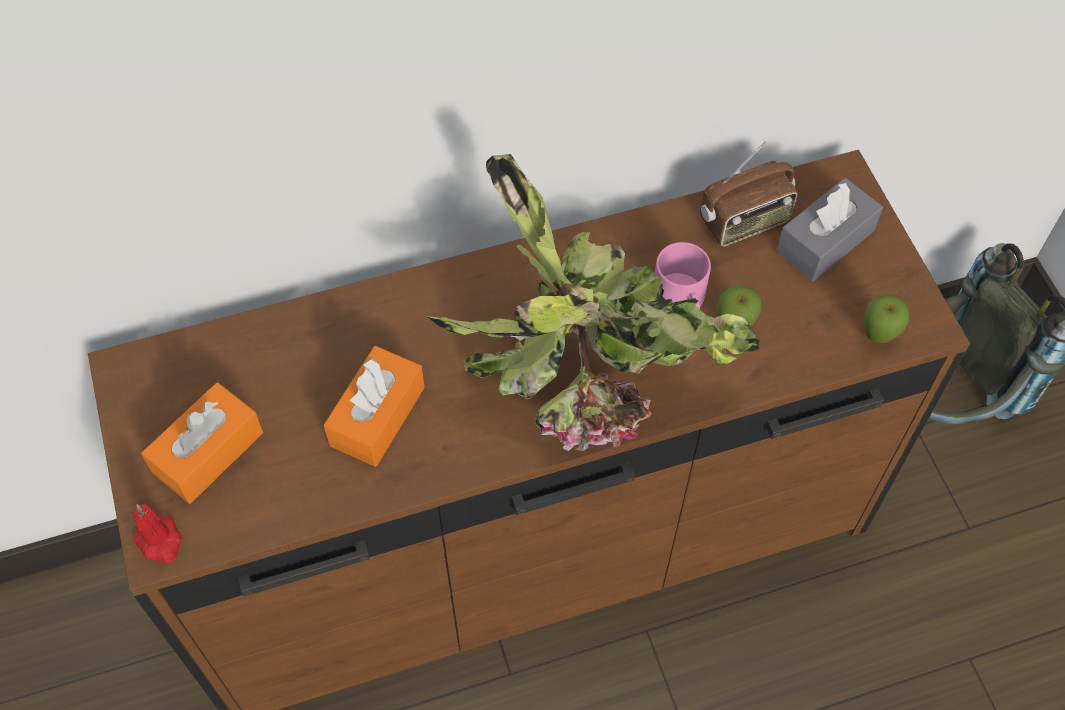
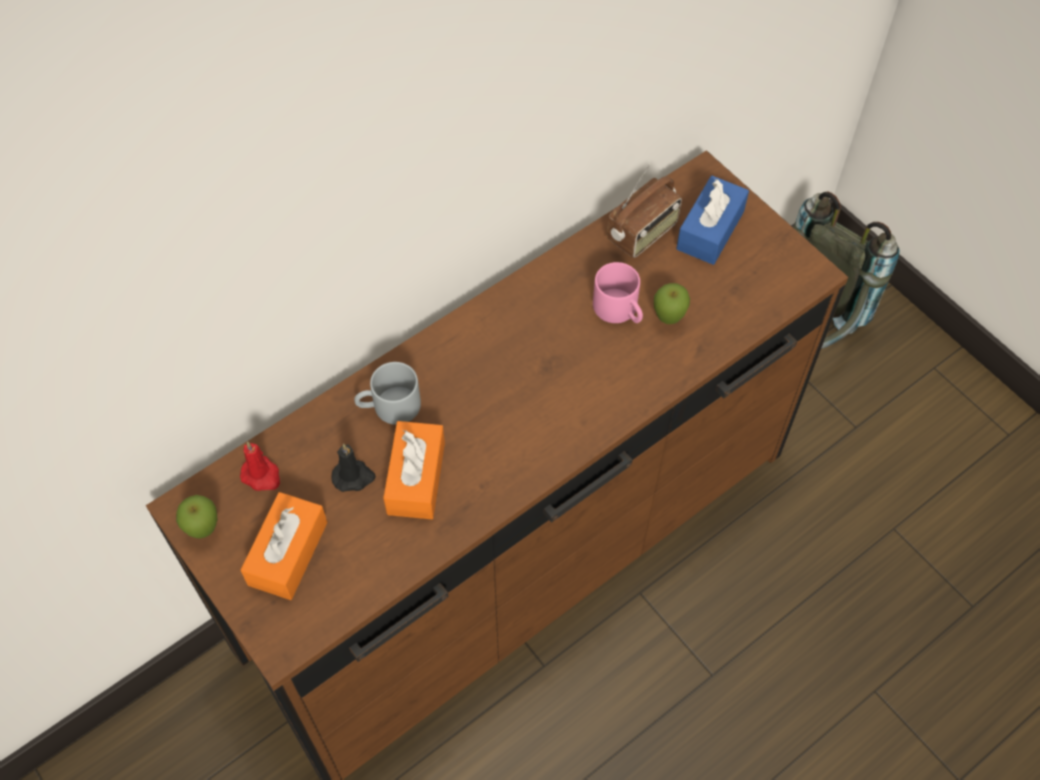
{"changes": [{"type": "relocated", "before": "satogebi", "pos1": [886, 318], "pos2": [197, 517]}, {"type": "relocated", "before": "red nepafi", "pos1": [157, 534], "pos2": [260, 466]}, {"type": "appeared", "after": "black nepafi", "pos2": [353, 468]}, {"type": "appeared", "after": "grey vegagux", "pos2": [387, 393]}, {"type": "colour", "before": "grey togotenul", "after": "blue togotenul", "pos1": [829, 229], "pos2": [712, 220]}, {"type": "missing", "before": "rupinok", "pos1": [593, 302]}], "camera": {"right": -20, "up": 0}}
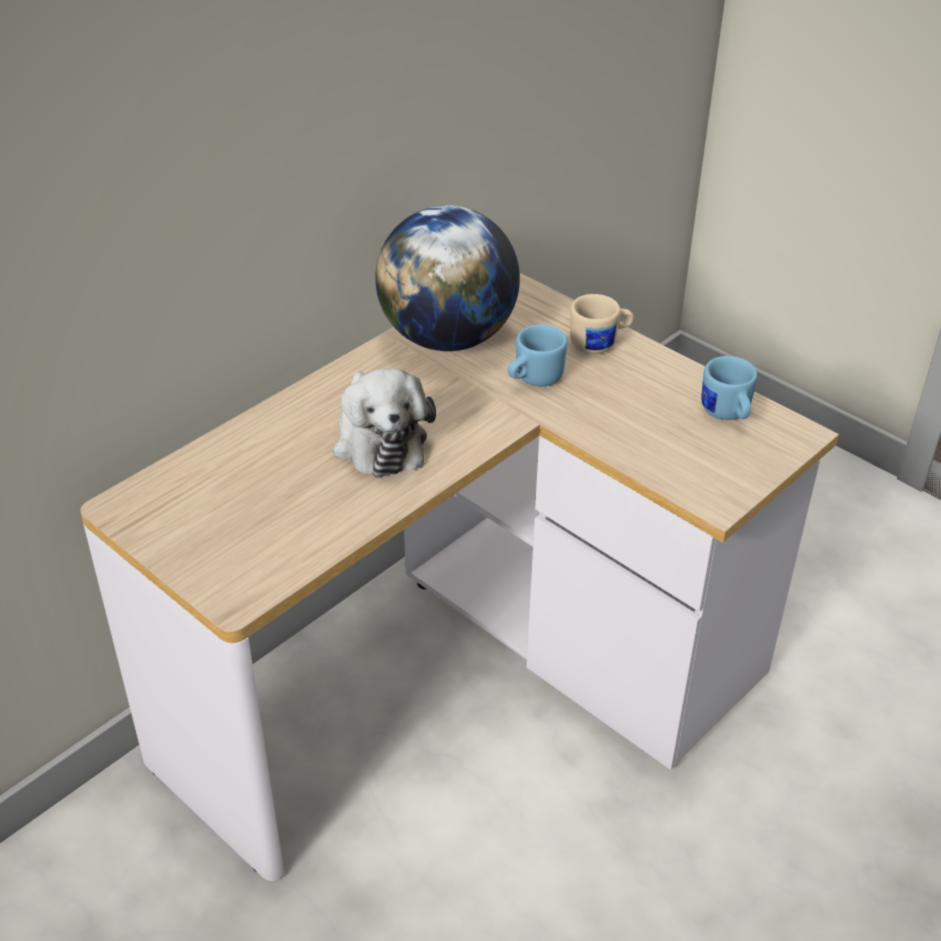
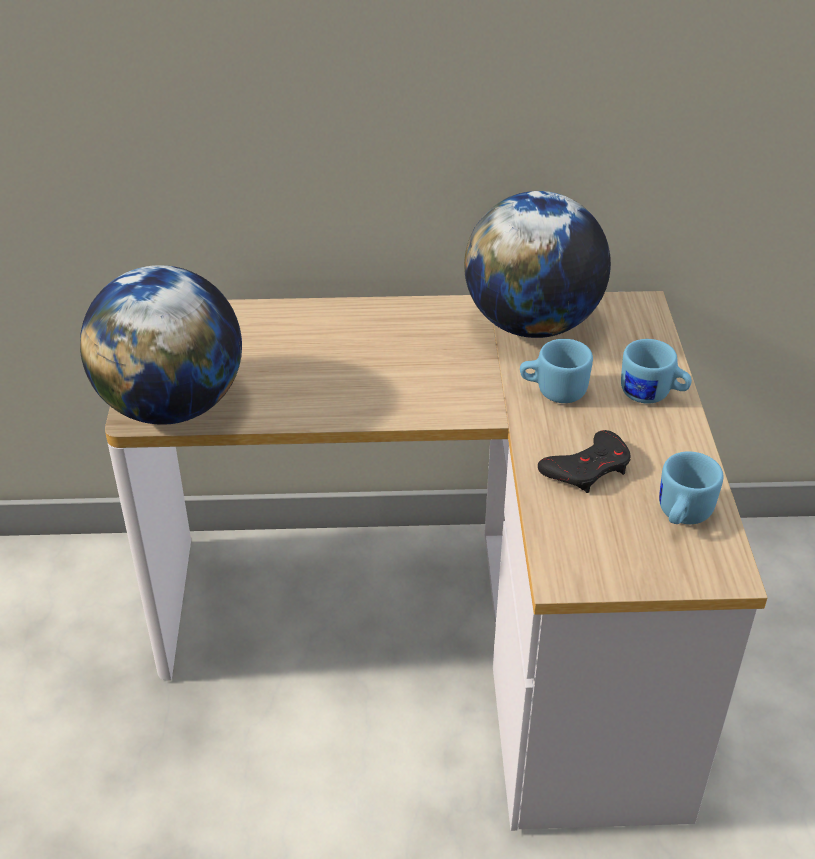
{"changes": [{"type": "appeared", "after": "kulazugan", "pos2": [161, 345]}, {"type": "appeared", "after": "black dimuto", "pos2": [584, 461]}, {"type": "colour", "before": "beige vegagux", "after": "blue vegagux", "pos1": [602, 324], "pos2": [656, 371]}, {"type": "missing", "before": "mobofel", "pos1": [384, 423]}], "camera": {"right": 45, "up": 0}}
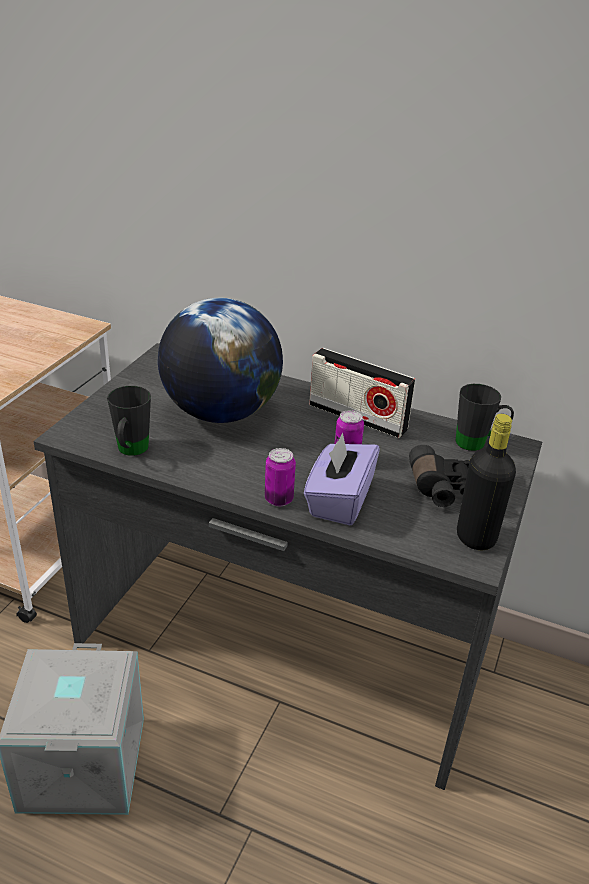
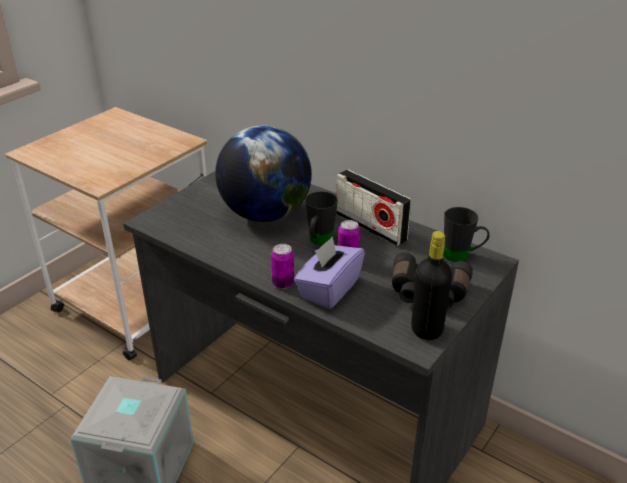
{"changes": [{"type": "relocated", "before": "black vegagux", "pos1": [129, 421], "pos2": [321, 218]}], "camera": {"right": 15, "up": 0}}
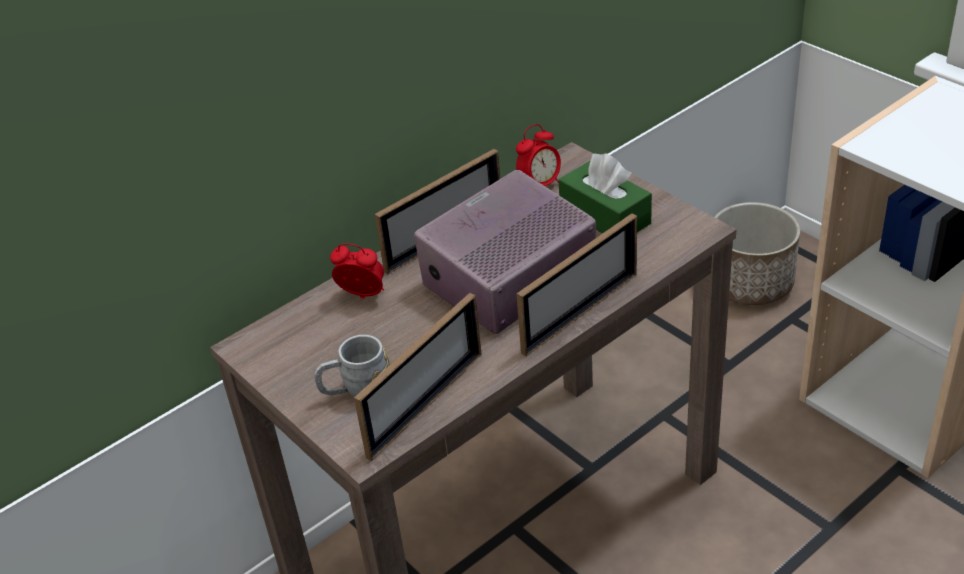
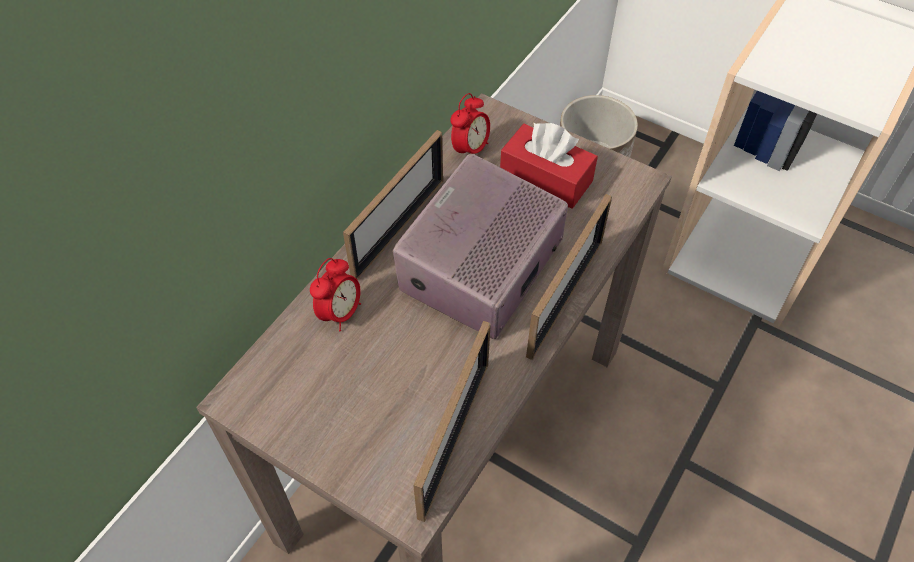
{"changes": [{"type": "spun", "before": "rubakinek", "pos1": [357, 271], "pos2": [335, 294], "turn": 120}, {"type": "colour", "before": "green togotenul", "after": "red togotenul", "pos1": [605, 193], "pos2": [549, 166]}, {"type": "missing", "before": "grey vegagux", "pos1": [352, 366]}], "camera": {"right": -20, "up": 15}}
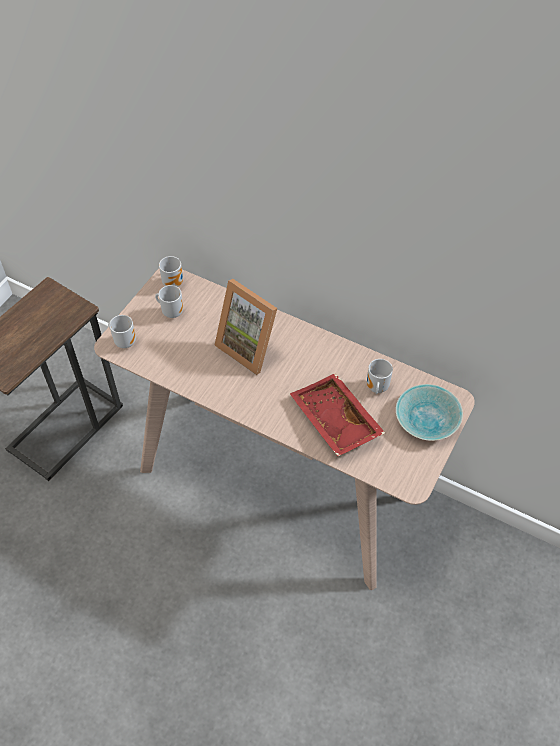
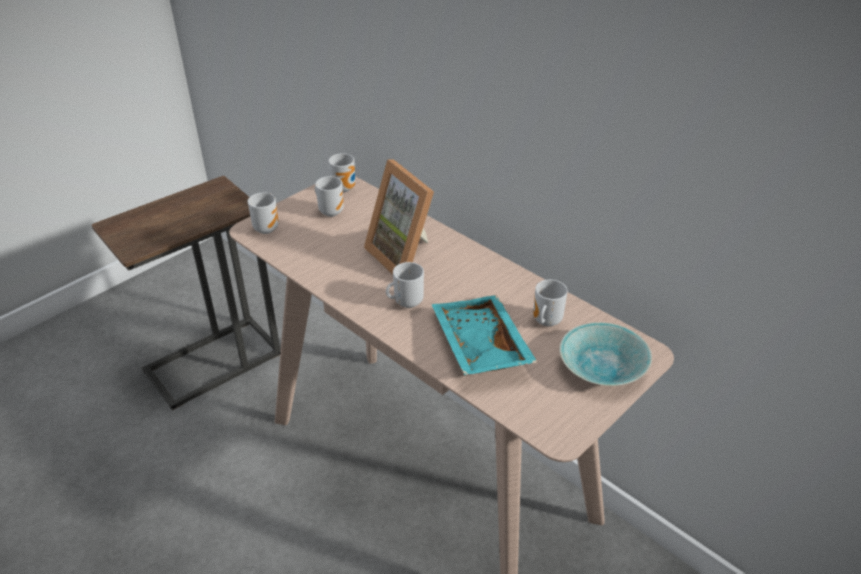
{"changes": [{"type": "appeared", "after": "vegagux", "pos2": [405, 285]}, {"type": "colour", "before": "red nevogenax", "after": "turquoise nevogenax", "pos1": [337, 414], "pos2": [484, 335]}], "camera": {"right": 15, "up": -15}}
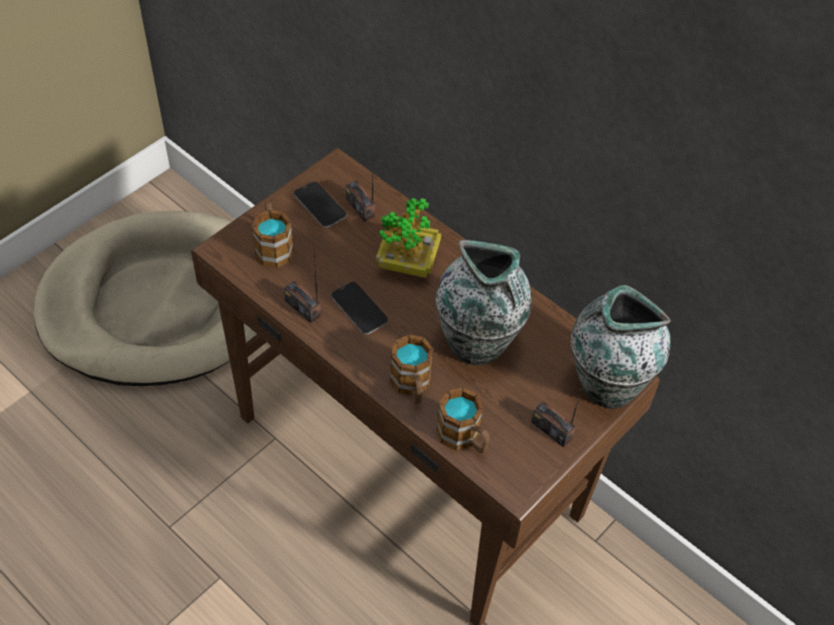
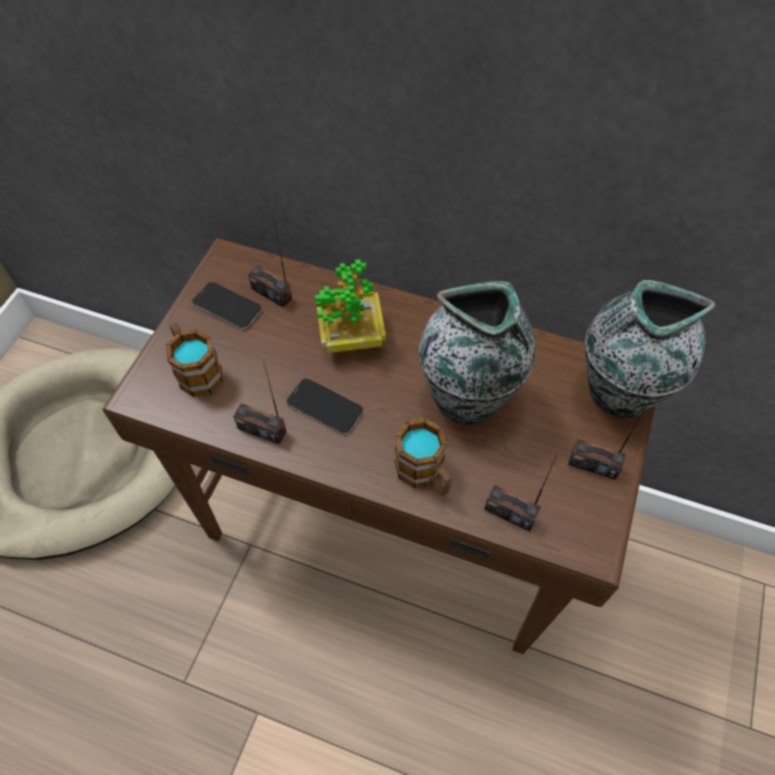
{"changes": [{"type": "exchanged", "before": "vegagux", "after": "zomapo", "pos1": [463, 420], "pos2": [520, 493]}], "camera": {"right": -20, "up": 5}}
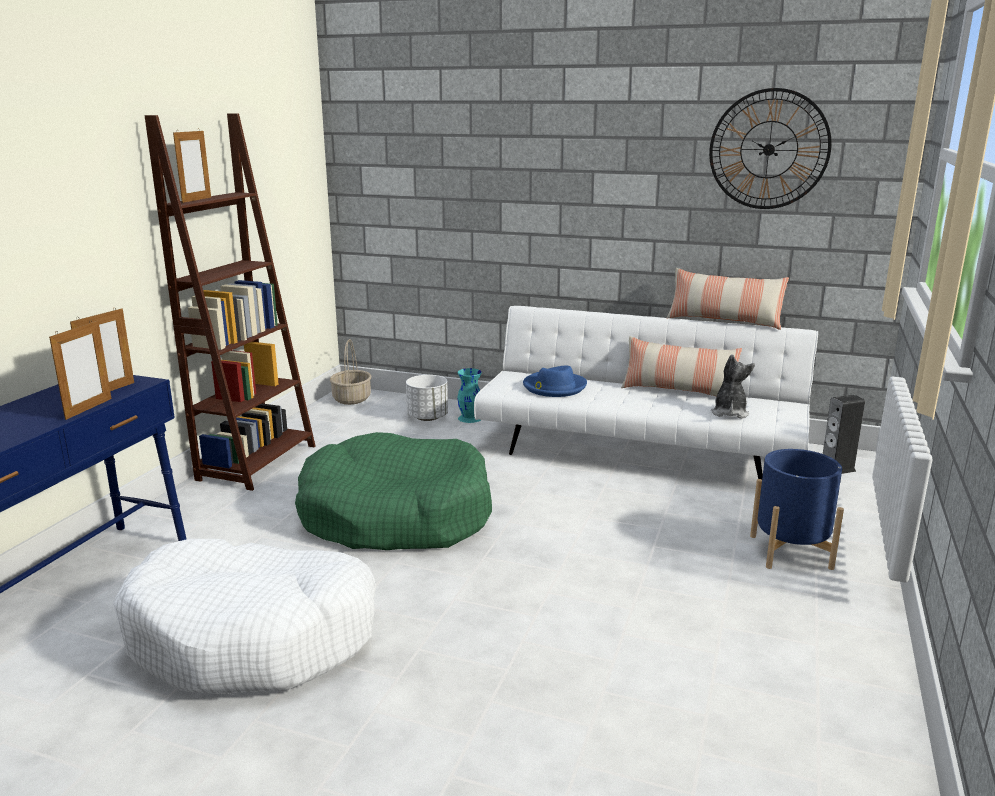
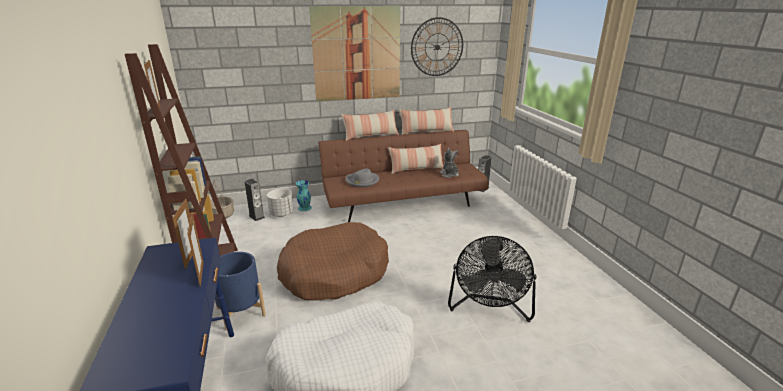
{"changes": [{"type": "relocated", "before": "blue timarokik", "pos1": [797, 509], "pos2": [240, 291]}, {"type": "appeared", "after": "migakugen", "pos2": [255, 200]}, {"type": "colour", "before": "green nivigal", "after": "brown nivigal", "pos1": [393, 491], "pos2": [333, 261]}, {"type": "appeared", "after": "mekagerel", "pos2": [354, 53]}, {"type": "colour", "before": "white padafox", "after": "brown padafox", "pos1": [646, 392], "pos2": [403, 176]}, {"type": "appeared", "after": "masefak", "pos2": [370, 125]}, {"type": "colour", "before": "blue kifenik", "after": "grey kifenik", "pos1": [555, 381], "pos2": [362, 178]}, {"type": "appeared", "after": "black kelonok", "pos2": [492, 279]}], "camera": {"right": -35, "up": 5}}
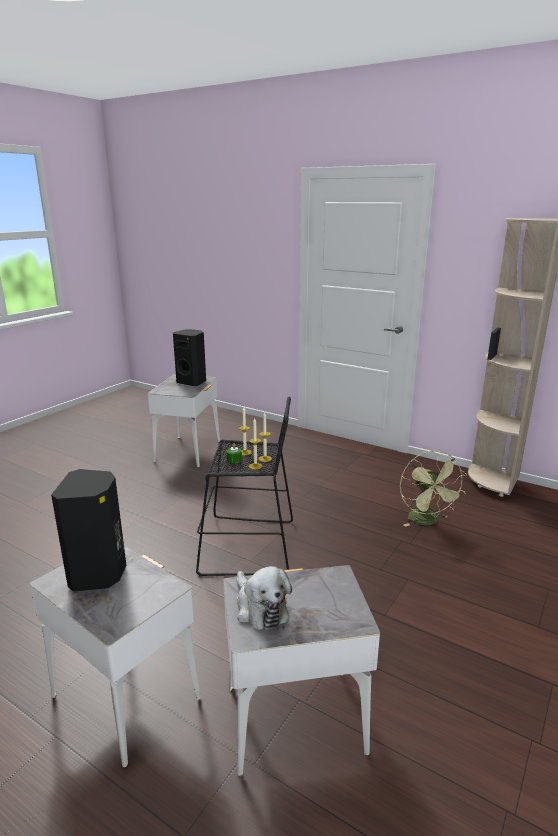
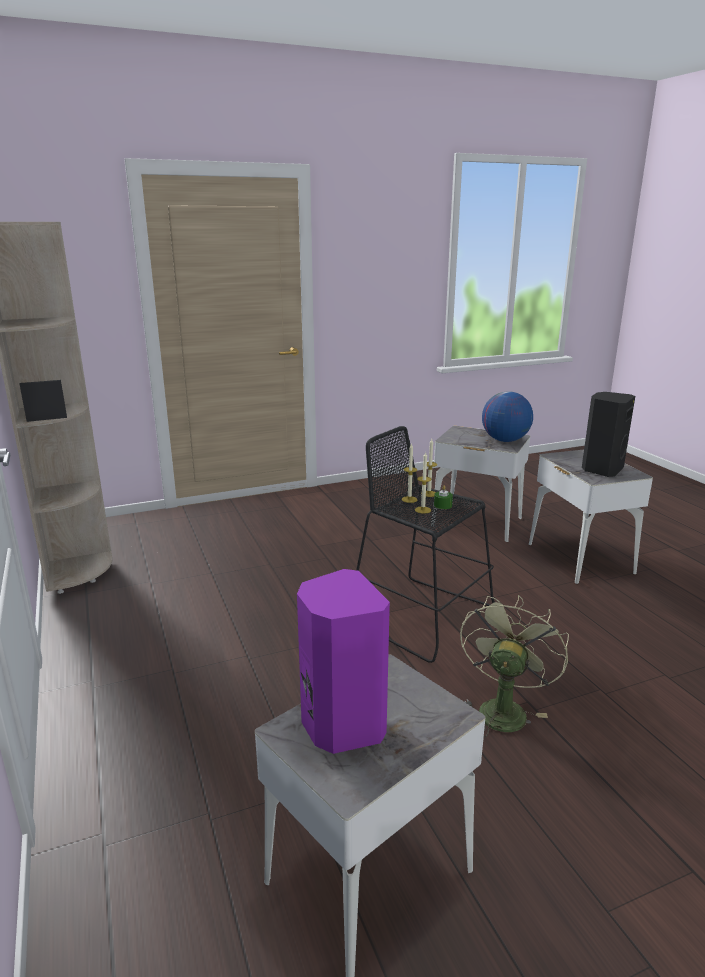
{"changes": [{"type": "colour", "before": "black migakugen", "after": "purple migakugen", "pos1": [189, 357], "pos2": [343, 661]}, {"type": "relocated", "before": "green kelonok", "pos1": [433, 488], "pos2": [514, 666]}, {"type": "exchanged", "before": "mobofel", "after": "kulazugan", "pos1": [264, 598], "pos2": [507, 416]}], "camera": {"right": -145, "up": 0}}
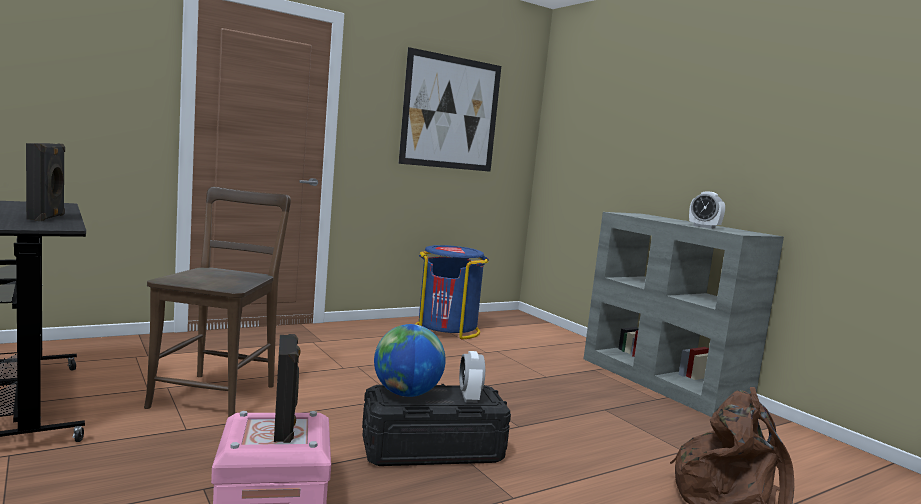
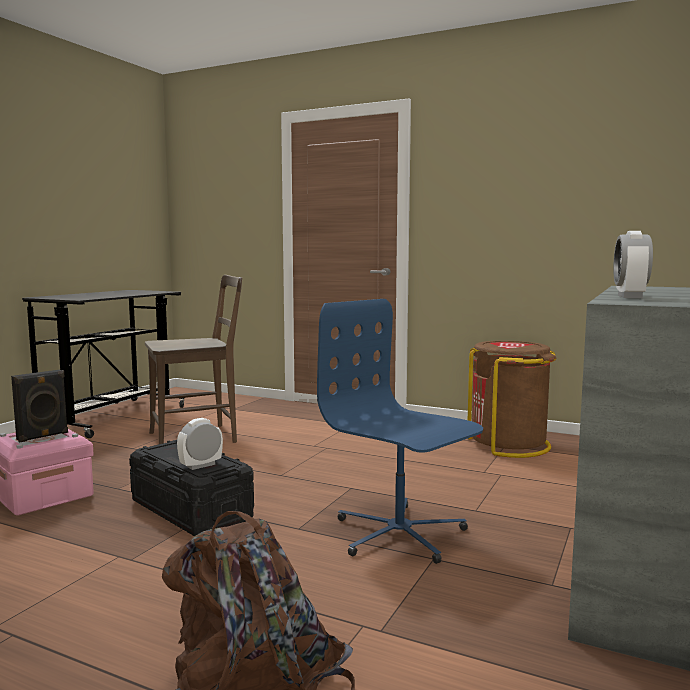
{"changes": [{"type": "appeared", "after": "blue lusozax", "pos2": [400, 431]}, {"type": "colour", "before": "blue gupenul", "after": "brown gupenul", "pos1": [452, 292], "pos2": [512, 399]}, {"type": "missing", "before": "black migakugen", "pos1": [45, 182]}, {"type": "missing", "before": "kulazugan", "pos1": [410, 360]}, {"type": "missing", "before": "mekagerel", "pos1": [450, 109]}], "camera": {"right": 60, "up": 0}}
